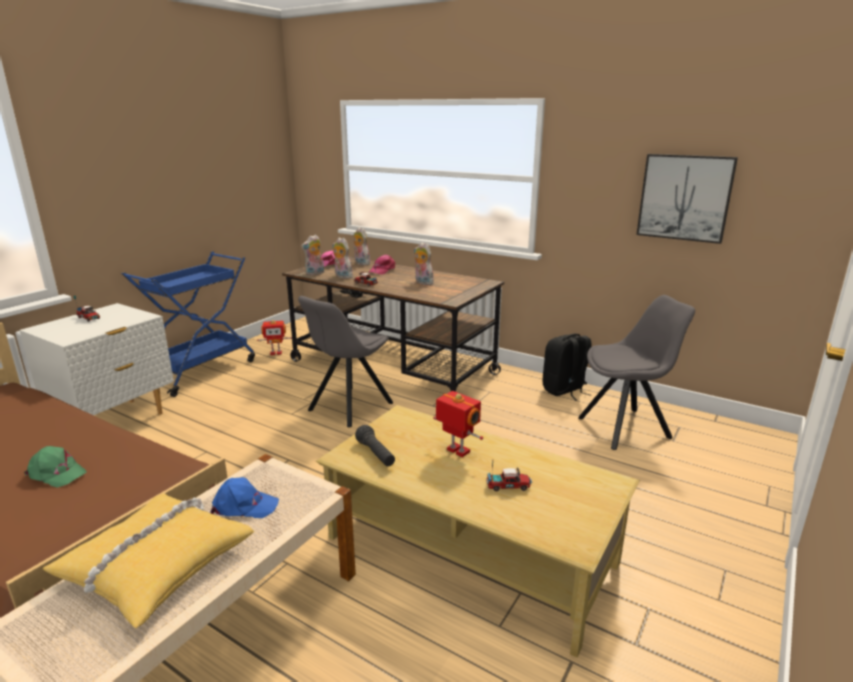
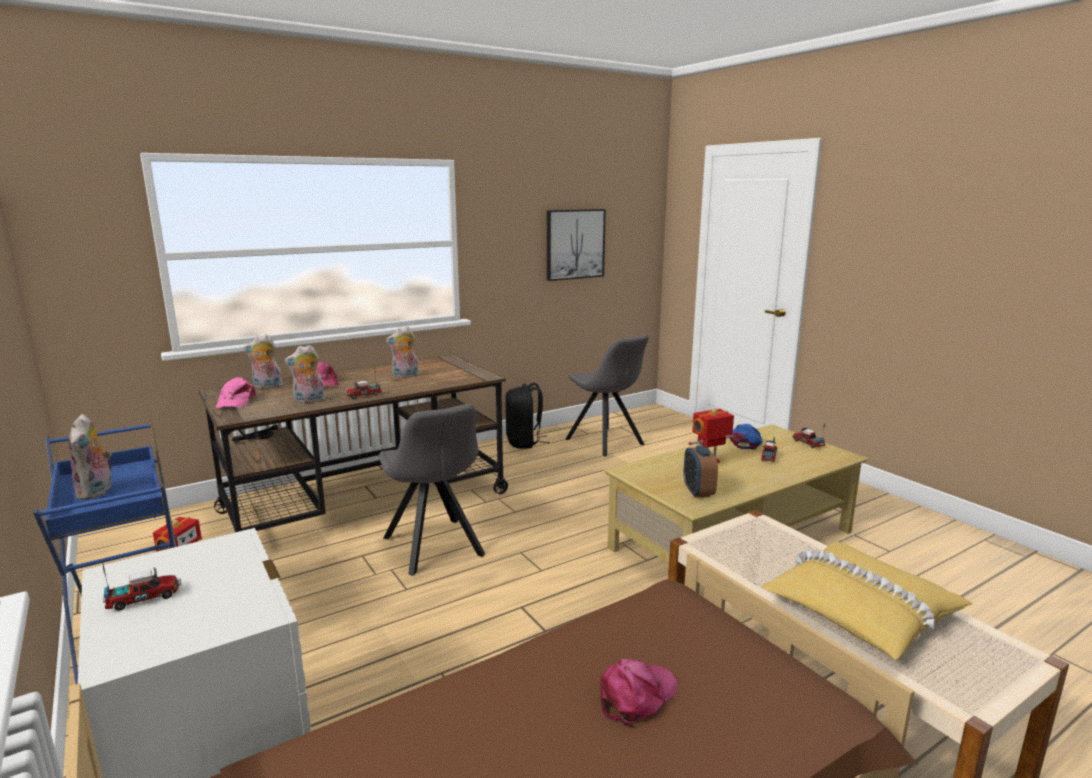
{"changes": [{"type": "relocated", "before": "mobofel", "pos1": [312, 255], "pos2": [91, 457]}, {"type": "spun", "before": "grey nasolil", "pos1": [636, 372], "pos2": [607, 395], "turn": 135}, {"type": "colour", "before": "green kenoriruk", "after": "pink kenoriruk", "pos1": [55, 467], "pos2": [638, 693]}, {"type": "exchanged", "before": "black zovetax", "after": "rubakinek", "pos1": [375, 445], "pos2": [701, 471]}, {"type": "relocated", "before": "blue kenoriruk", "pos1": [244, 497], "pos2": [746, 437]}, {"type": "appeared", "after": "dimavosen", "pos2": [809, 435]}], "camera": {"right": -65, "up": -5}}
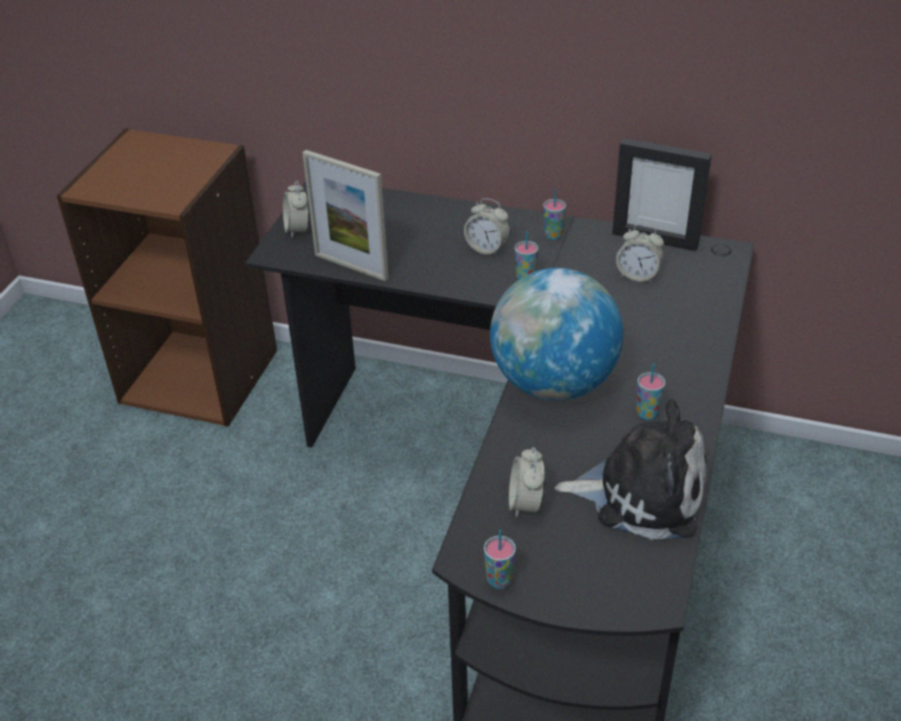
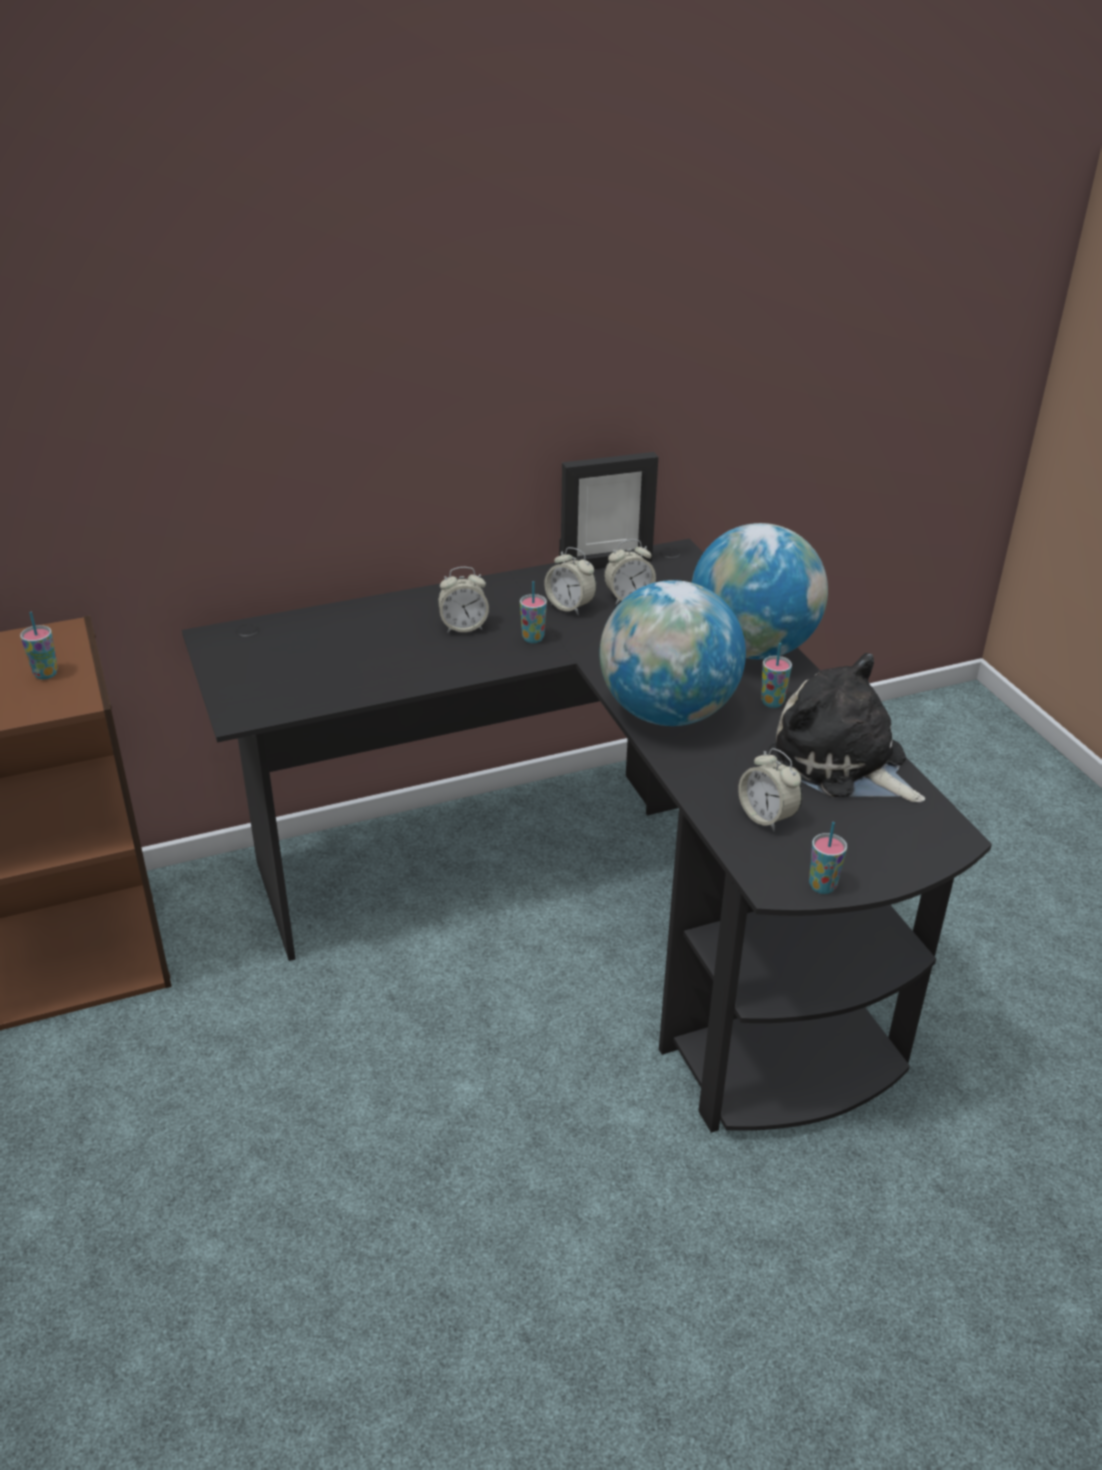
{"changes": [{"type": "relocated", "before": "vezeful", "pos1": [554, 214], "pos2": [39, 645]}, {"type": "relocated", "before": "rubakinek", "pos1": [296, 209], "pos2": [570, 581]}, {"type": "appeared", "after": "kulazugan", "pos2": [760, 591]}, {"type": "spun", "before": "mobofel", "pos1": [630, 469], "pos2": [847, 727], "turn": -105}, {"type": "missing", "before": "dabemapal", "pos1": [345, 215]}], "camera": {"right": -40, "up": -5}}
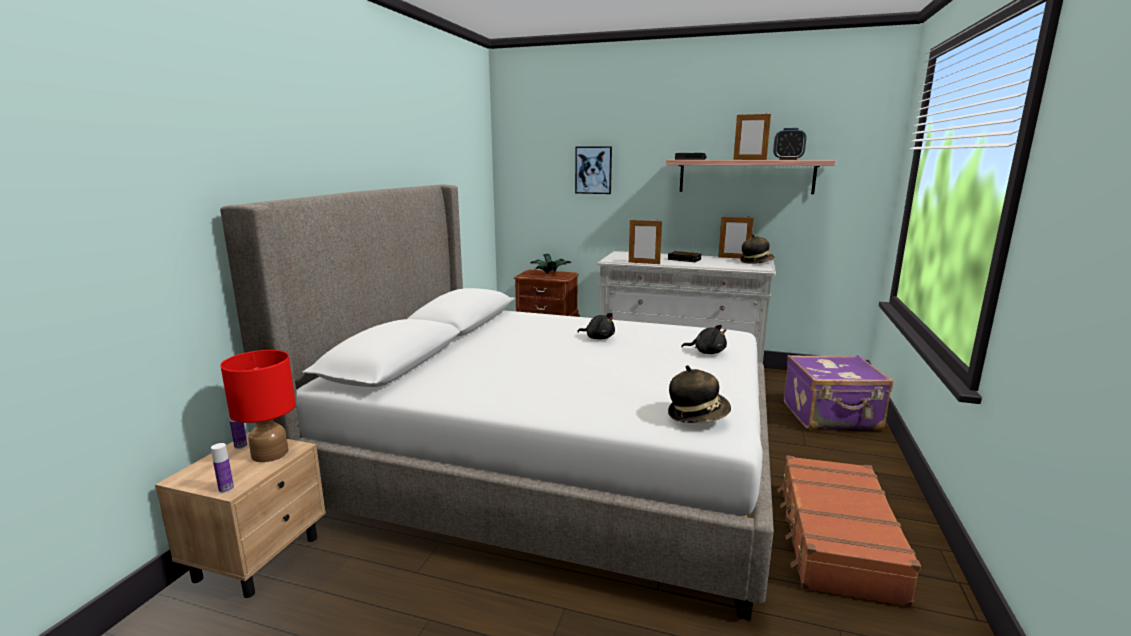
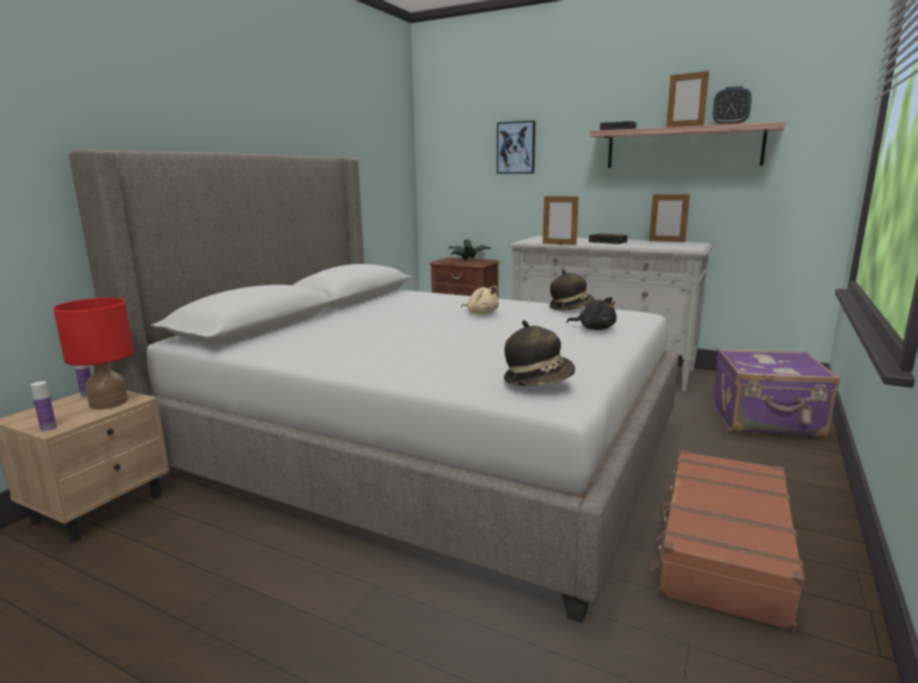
{"changes": [{"type": "colour", "before": "black mobofel", "after": "beige mobofel", "pos1": [596, 326], "pos2": [480, 299]}, {"type": "relocated", "before": "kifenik", "pos1": [757, 249], "pos2": [572, 290]}], "camera": {"right": 10, "up": 0}}
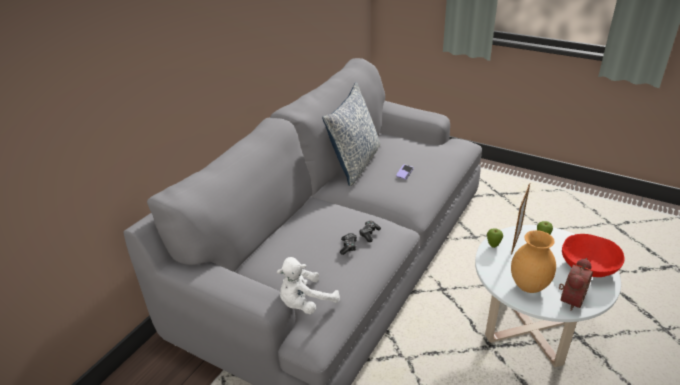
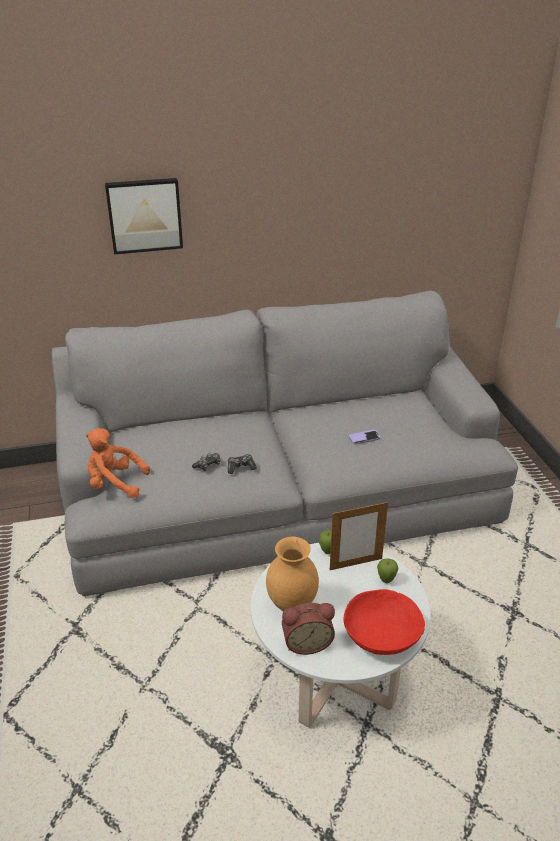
{"changes": [{"type": "colour", "before": "white mobofel", "after": "orange mobofel", "pos1": [308, 285], "pos2": [118, 463]}, {"type": "appeared", "after": "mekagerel", "pos2": [144, 216]}, {"type": "missing", "before": "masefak", "pos1": [351, 134]}], "camera": {"right": 45, "up": 0}}
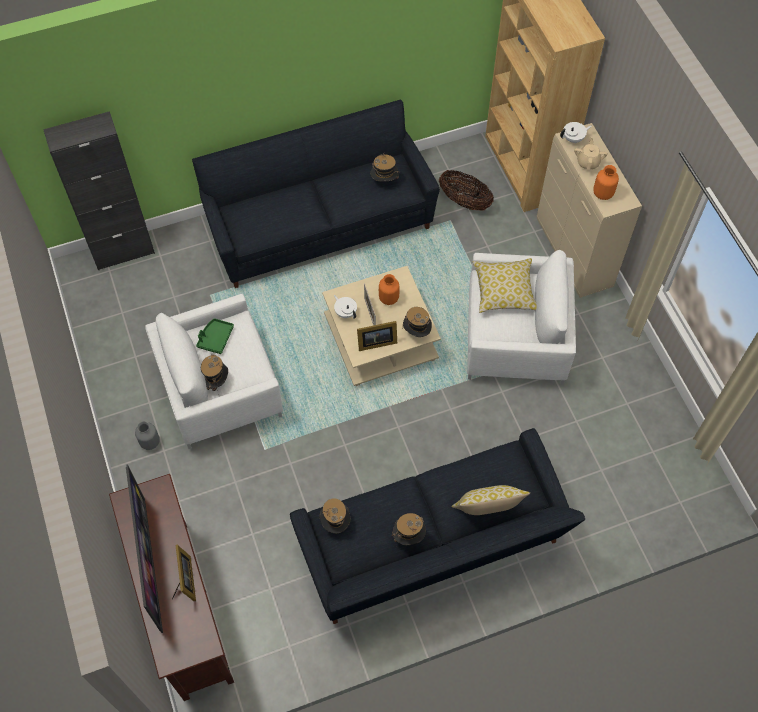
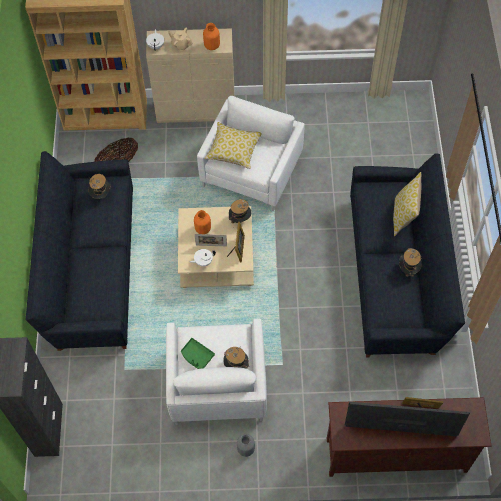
{"changes": [{"type": "missing", "before": "kifenik", "pos1": [335, 516]}], "camera": {"right": -70, "up": 0}}
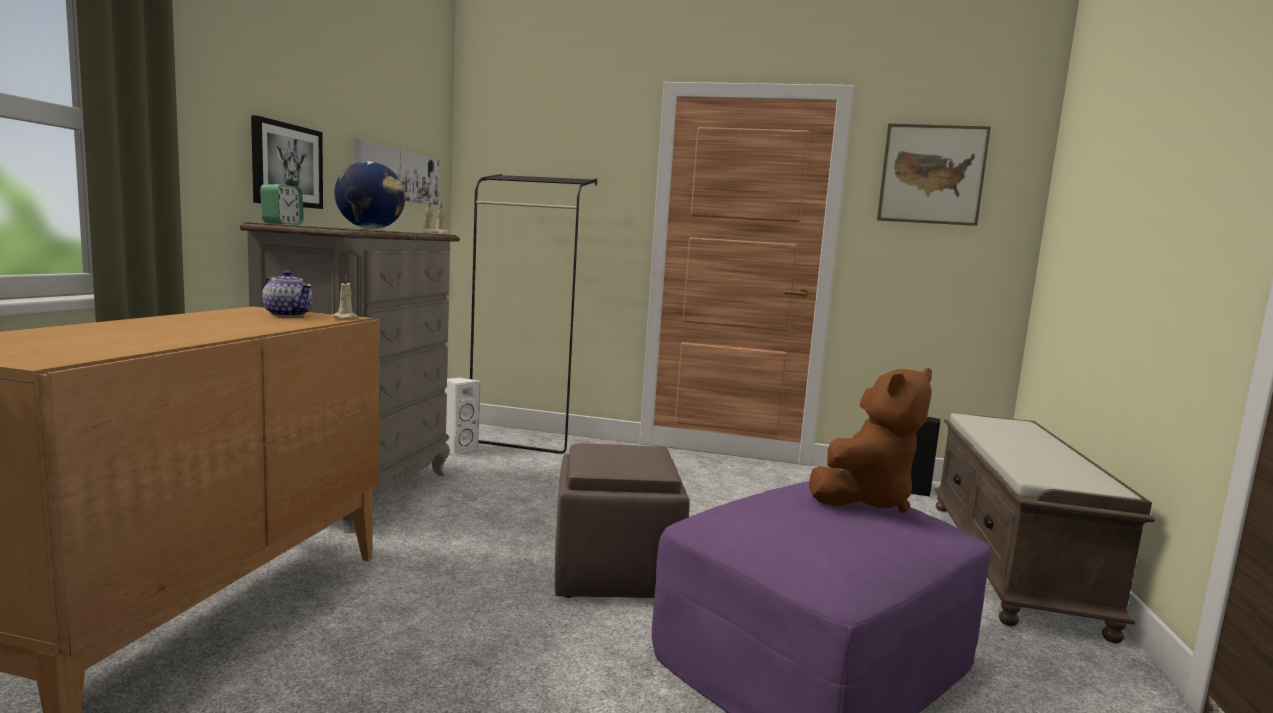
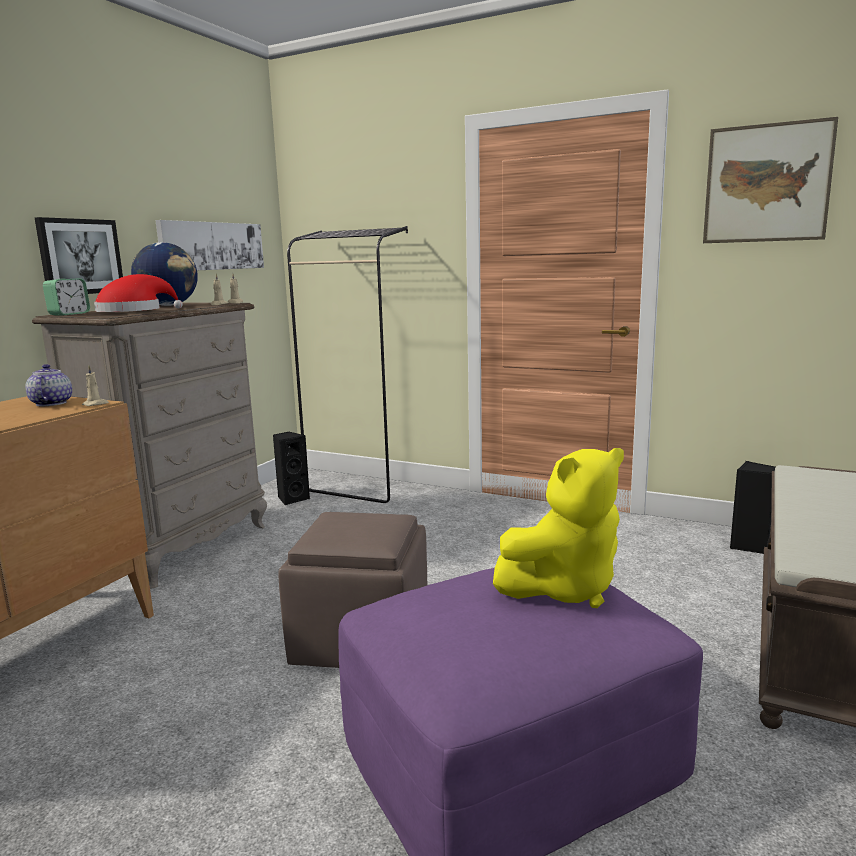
{"changes": [{"type": "spun", "before": "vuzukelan", "pos1": [287, 294], "pos2": [48, 385], "turn": -150}, {"type": "appeared", "after": "red kifenik", "pos2": [138, 293]}, {"type": "colour", "before": "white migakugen", "after": "black migakugen", "pos1": [462, 416], "pos2": [291, 468]}, {"type": "colour", "before": "brown mobofel", "after": "yellow mobofel", "pos1": [870, 440], "pos2": [558, 528]}], "camera": {"right": 15, "up": 5}}
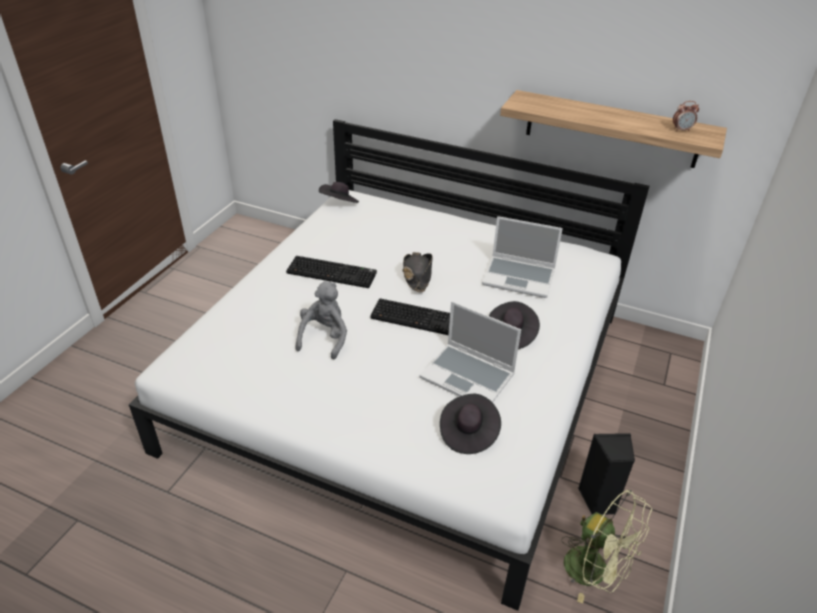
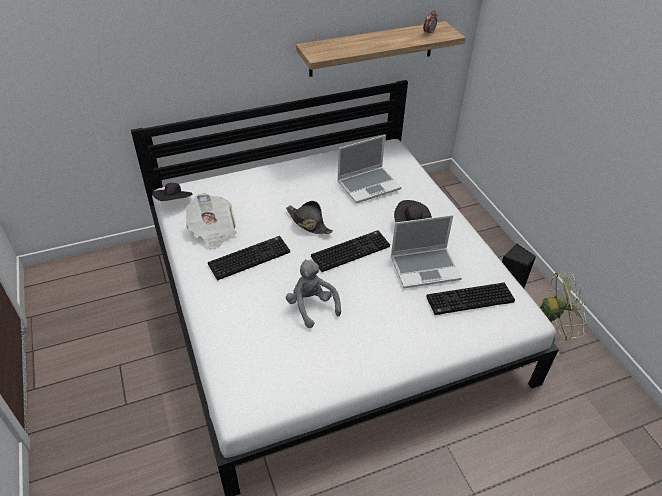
{"changes": [{"type": "appeared", "after": "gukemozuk", "pos2": [211, 221]}, {"type": "exchanged", "before": "black kifenik", "after": "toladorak", "pos1": [470, 424], "pos2": [470, 299]}], "camera": {"right": -45, "up": 5}}
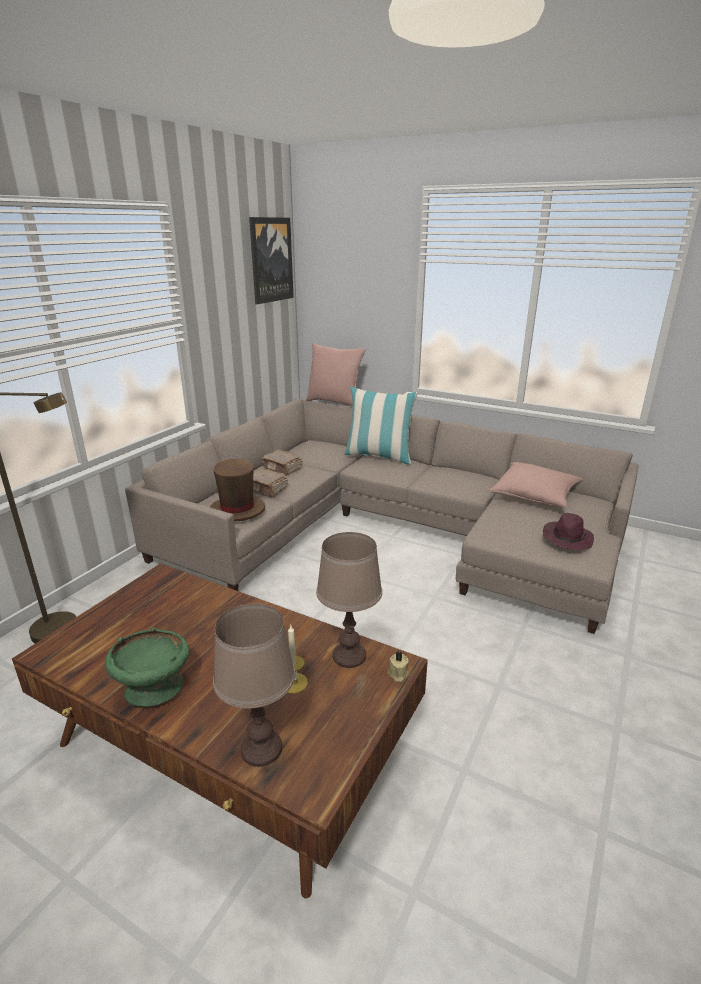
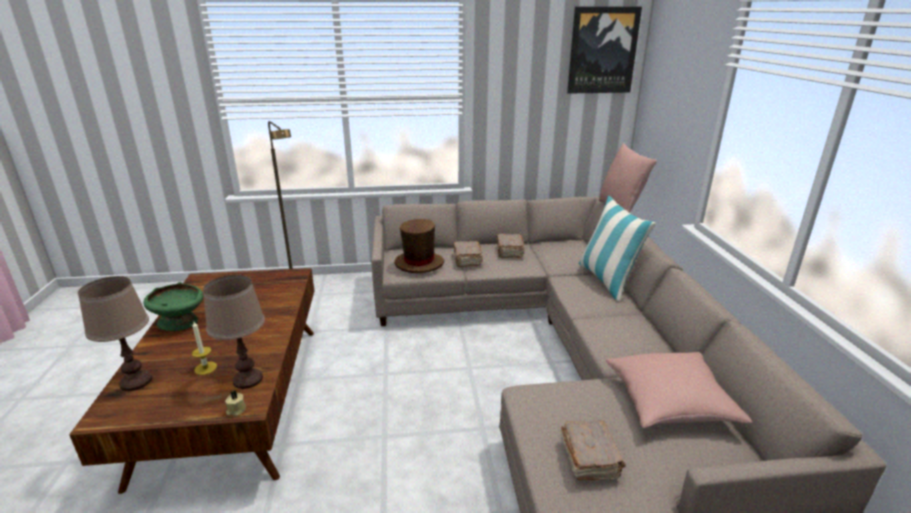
{"changes": [{"type": "exchanged", "before": "purple kifenik", "after": "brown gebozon", "pos1": [568, 531], "pos2": [593, 450]}], "camera": {"right": 55, "up": 0}}
